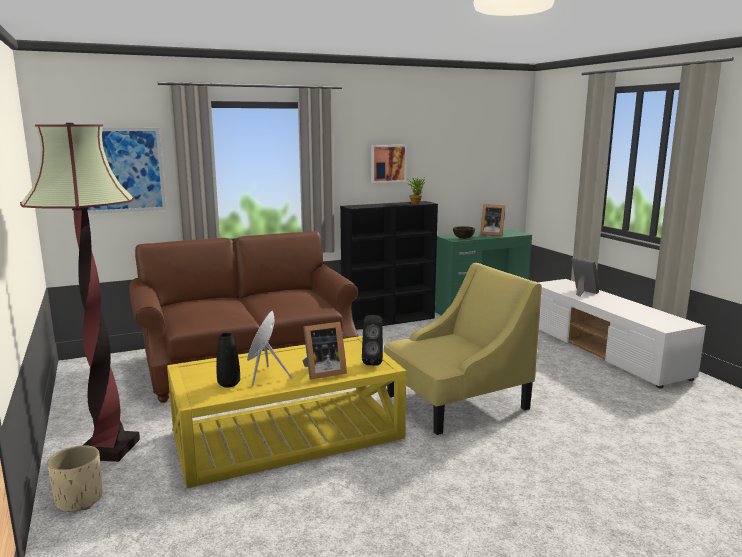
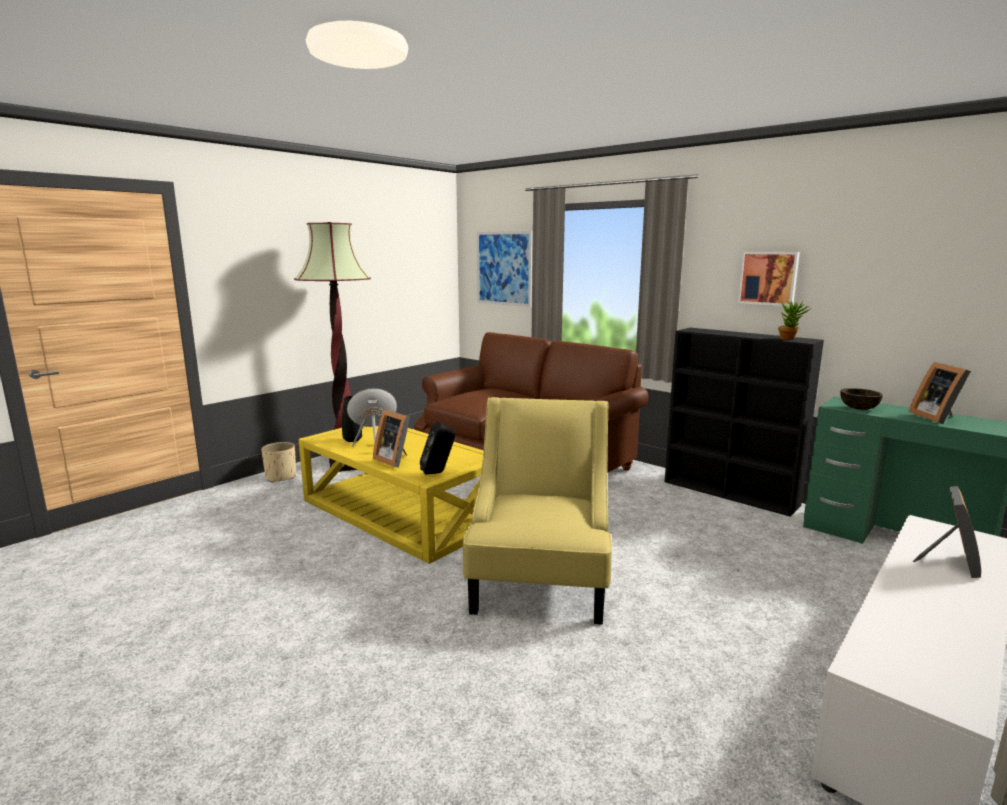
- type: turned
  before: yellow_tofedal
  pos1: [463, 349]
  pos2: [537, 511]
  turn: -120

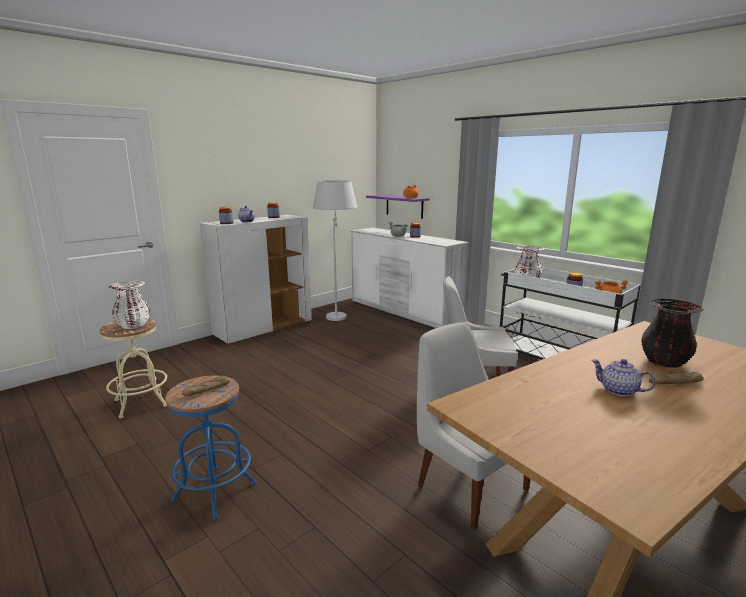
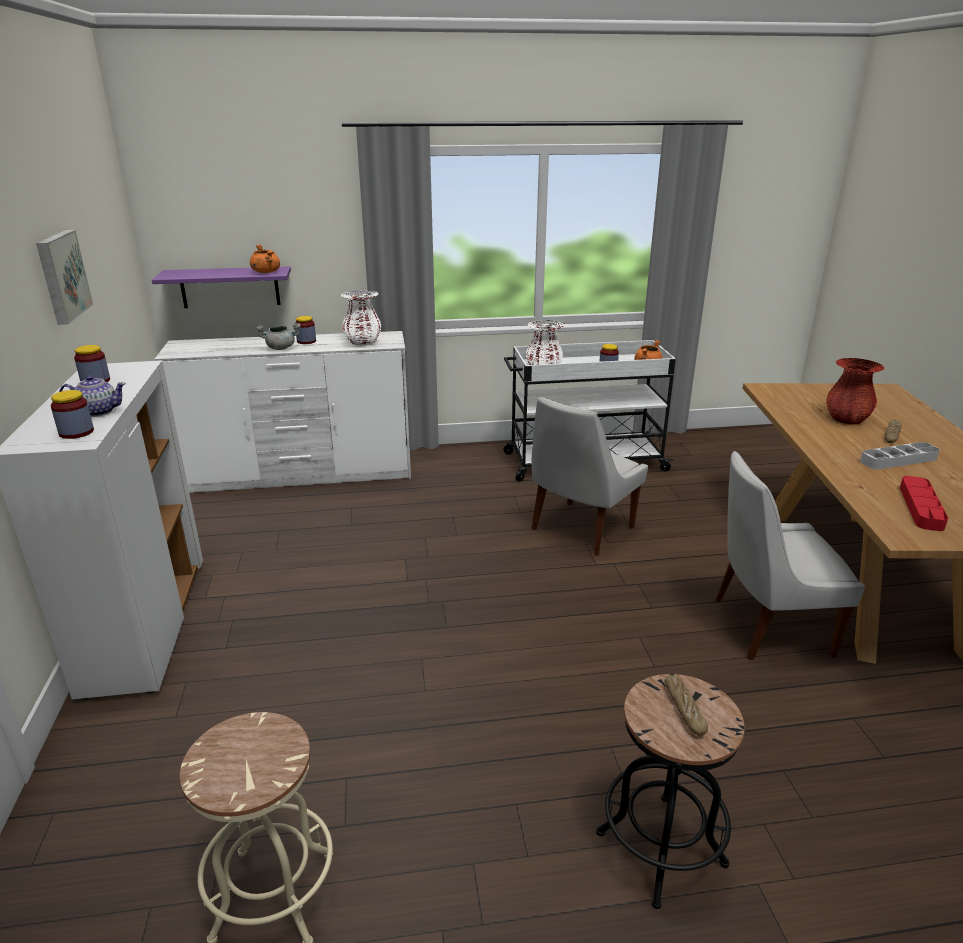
- type: removed
  before: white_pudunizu
  pos1: [335, 250]
- type: moved
  before: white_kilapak
  pos1: [129, 305]
  pos2: [361, 318]
- type: recoloured
  before: black_kilapak
  after: red_kilapak
  pos1: [672, 333]
  pos2: [855, 391]
- type: replaced
  before: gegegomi
  after: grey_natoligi
  pos1: [623, 377]
  pos2: [900, 456]
- type: recoloured
  before: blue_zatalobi
  after: black_zatalobi
  pos1: [211, 448]
  pos2: [670, 791]
- type: added
  after: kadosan
  pos2: [64, 277]
- type: added
  after: red_natoligi
  pos2: [924, 503]

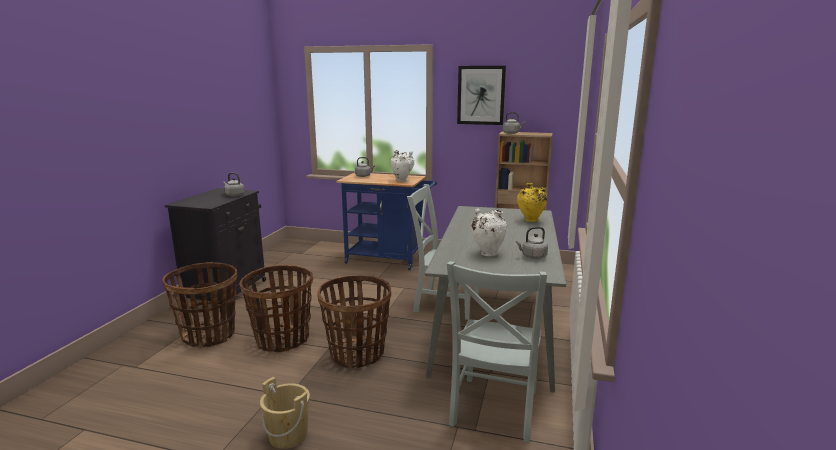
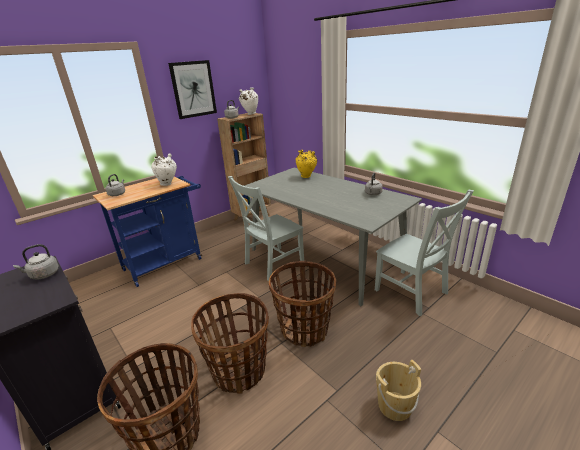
- type: moved
  before: white_kilapak
  pos1: [489, 232]
  pos2: [248, 101]

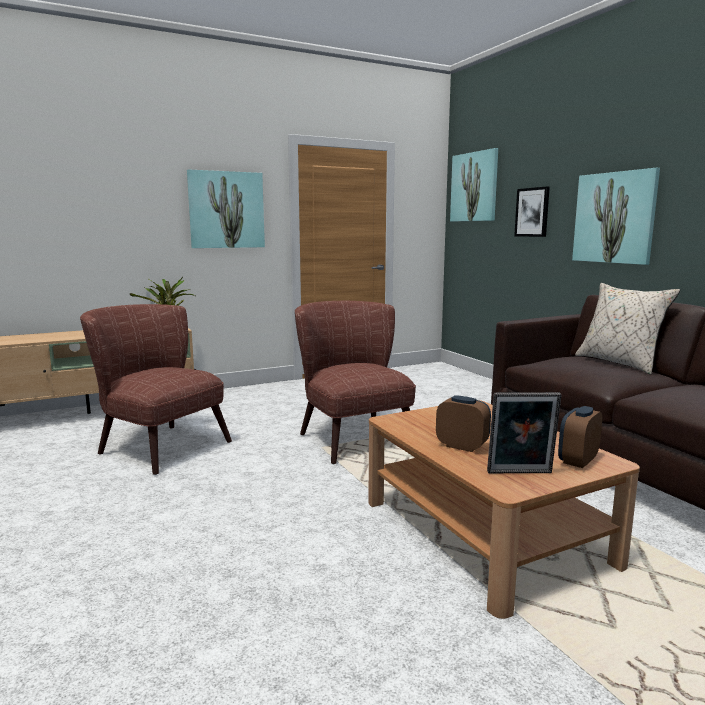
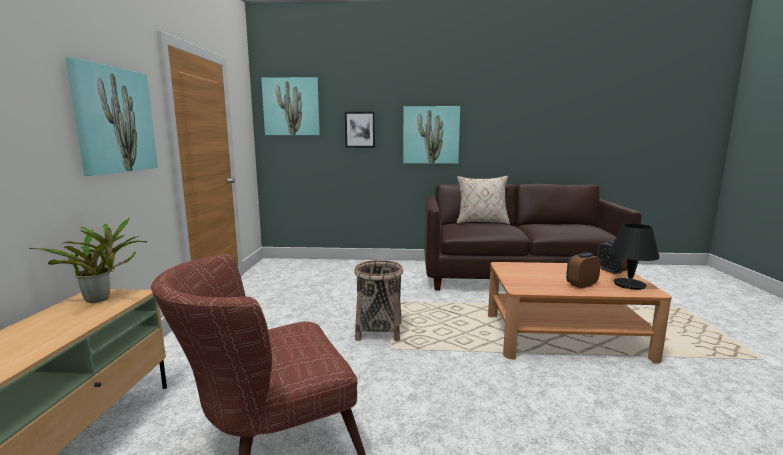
- type: replaced
  before: brown_tofedal
  after: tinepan
  pos1: [355, 382]
  pos2: [378, 300]
- type: replaced
  before: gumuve
  after: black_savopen
  pos1: [524, 432]
  pos2: [634, 256]

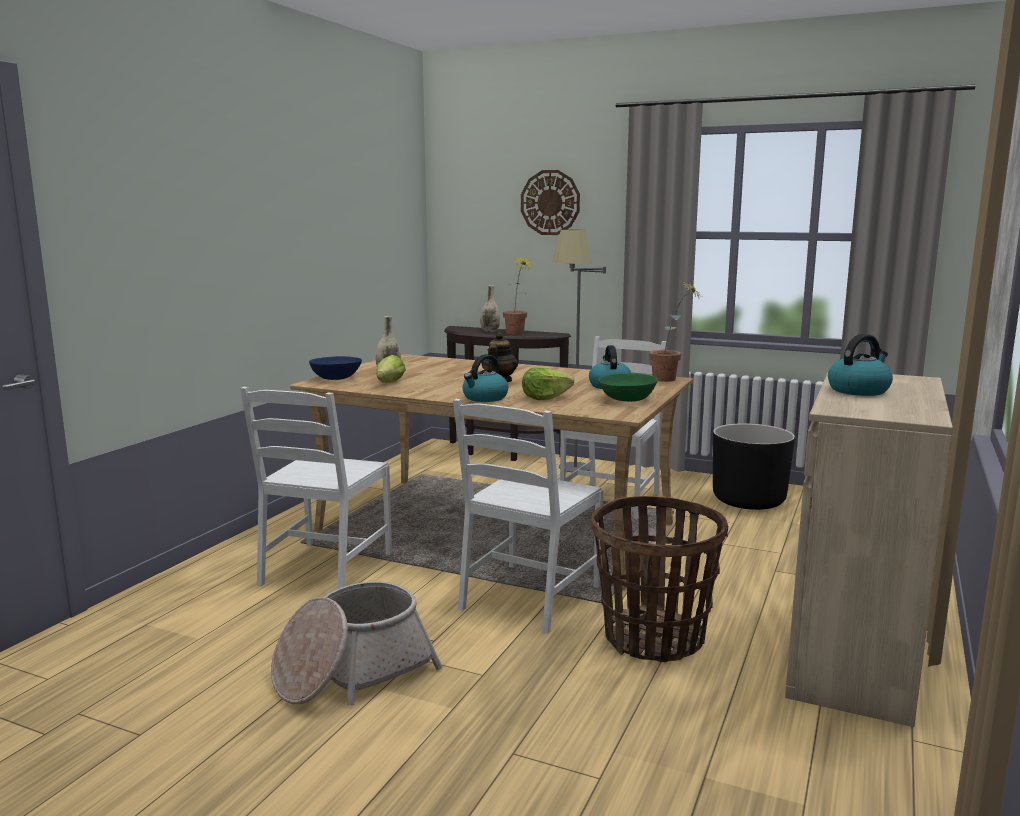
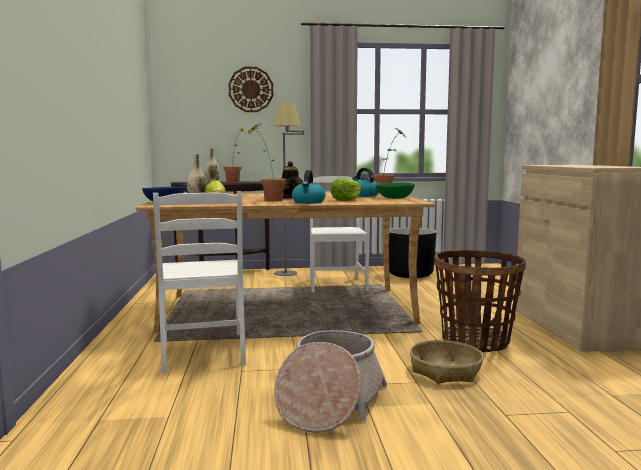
- type: removed
  before: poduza
  pos1: [860, 365]
- type: removed
  before: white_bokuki
  pos1: [528, 516]
- type: added
  after: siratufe
  pos2: [266, 161]
- type: added
  after: tinepan
  pos2: [447, 362]

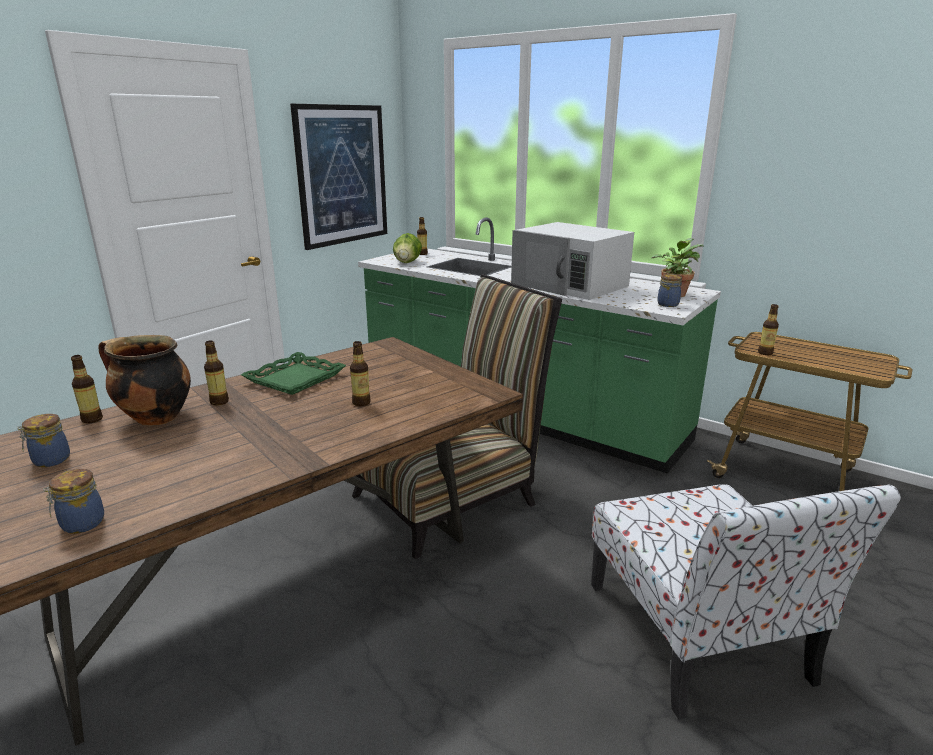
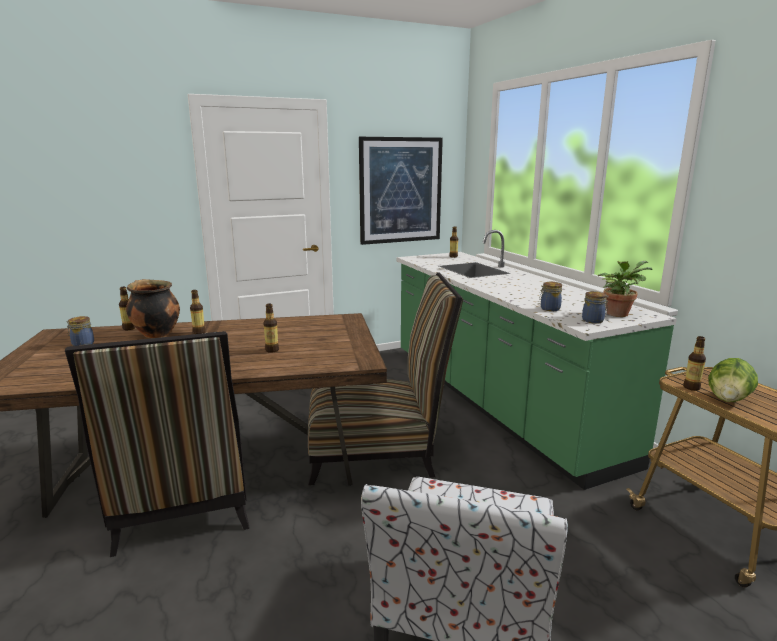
- type: removed
  before: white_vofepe
  pos1: [572, 261]
- type: moved
  before: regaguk
  pos1: [407, 248]
  pos2: [733, 380]
- type: removed
  before: green_natoligi
  pos1: [293, 373]
- type: moved
  before: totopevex
  pos1: [73, 501]
  pos2: [550, 296]
- type: added
  after: bokuki
  pos2: [157, 444]

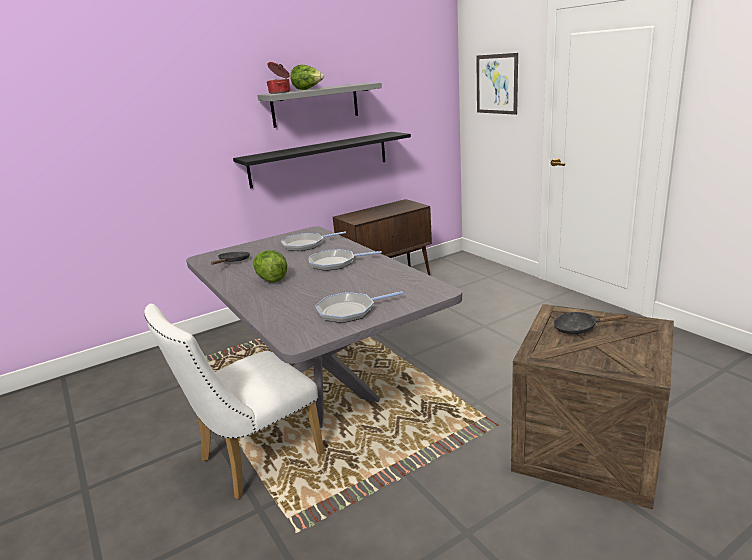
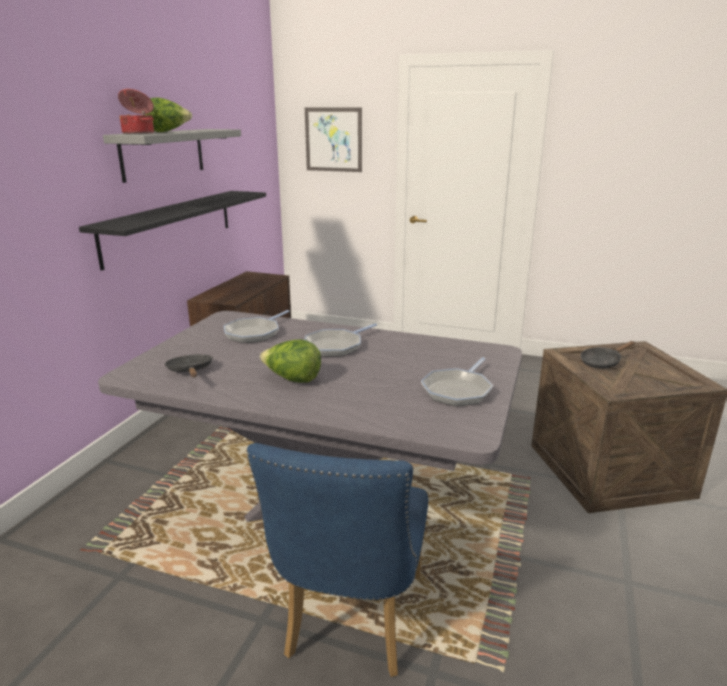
- type: recoloured
  before: white_bokuki
  after: blue_bokuki
  pos1: [234, 401]
  pos2: [337, 560]

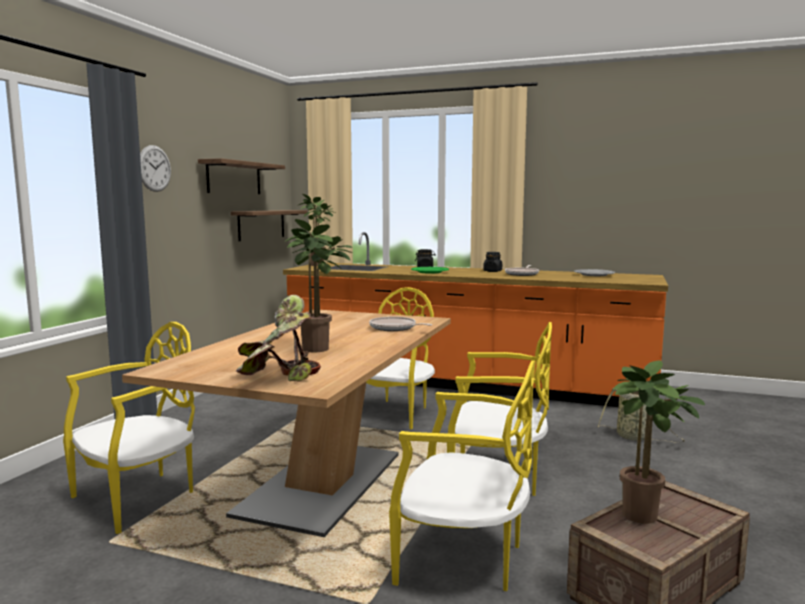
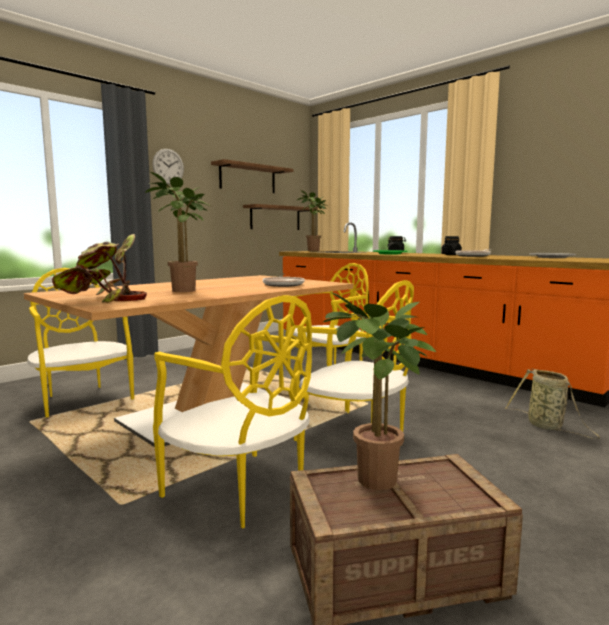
- type: turned
  before: yellow_bokuki
  pos1: [129, 428]
  pos2: [80, 343]
  turn: -105

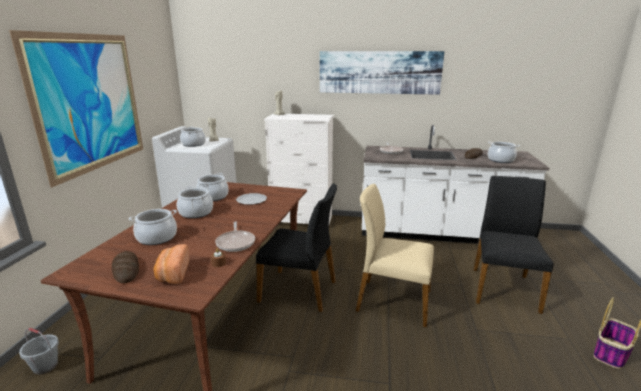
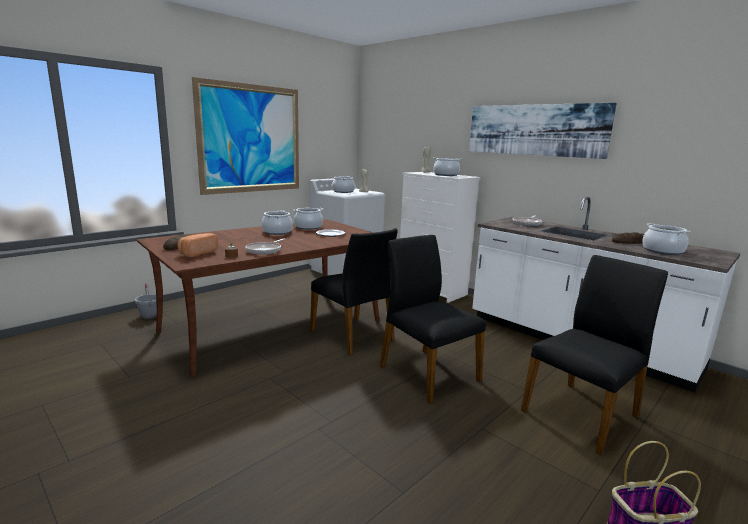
- type: recoloured
  before: beige_bokuki
  after: black_bokuki
  pos1: [395, 255]
  pos2: [433, 319]
- type: moved
  before: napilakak
  pos1: [153, 227]
  pos2: [447, 166]

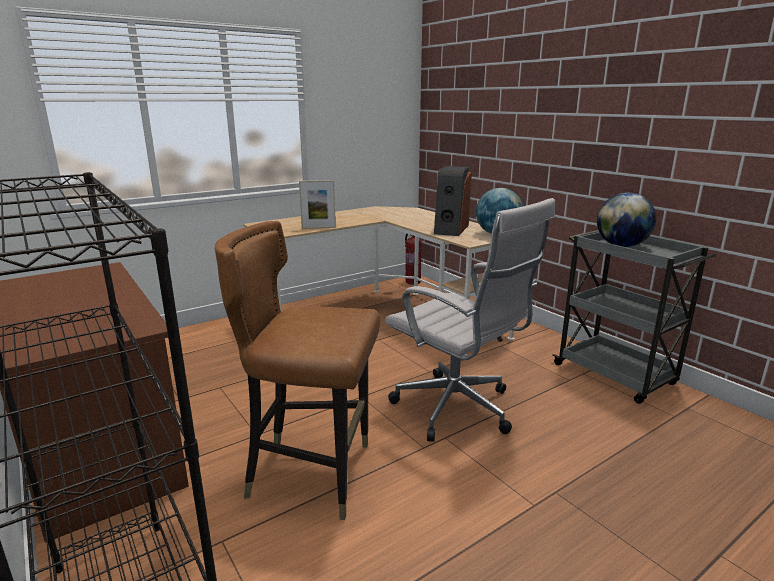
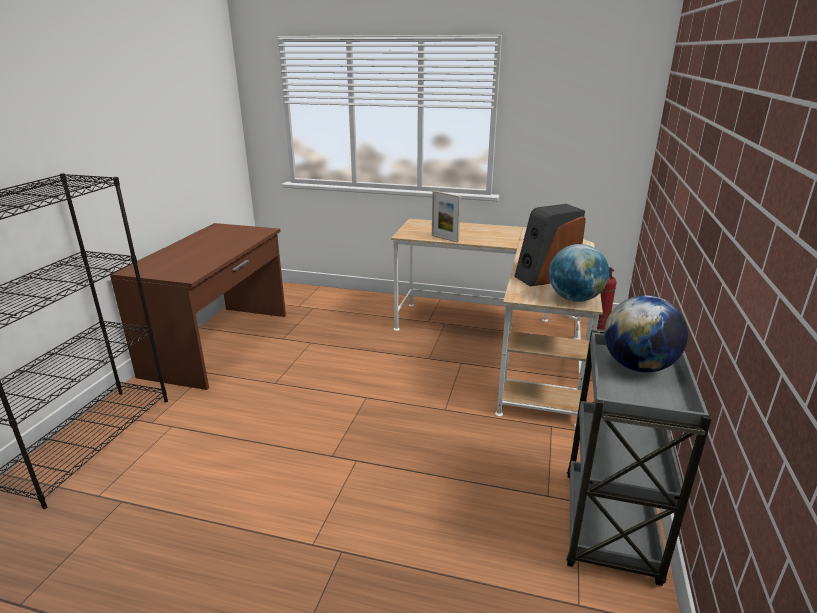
- type: removed
  before: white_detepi
  pos1: [470, 320]
- type: removed
  before: brown_bokuki
  pos1: [297, 370]

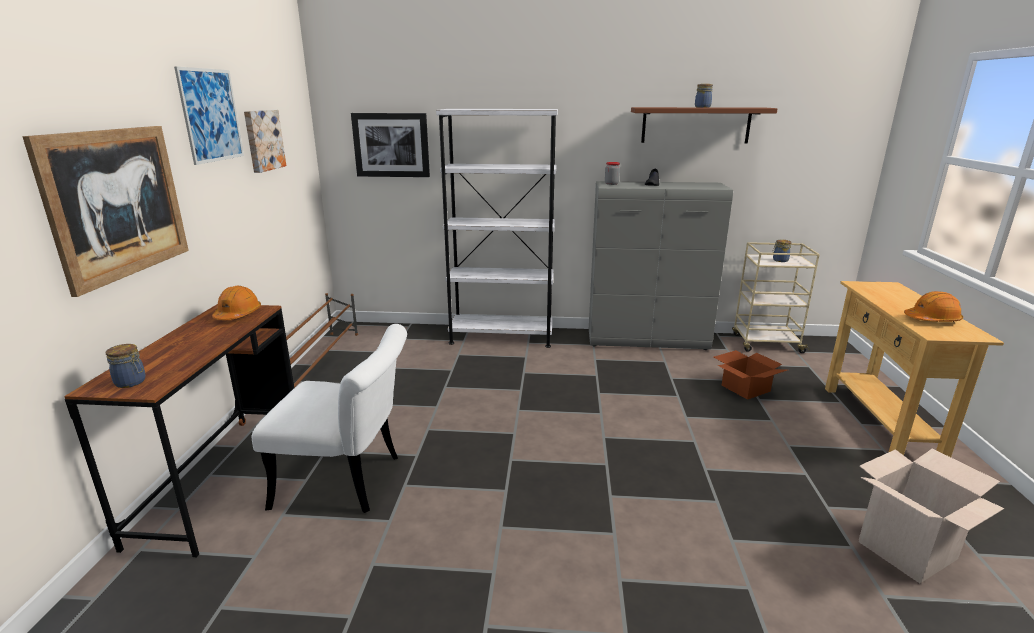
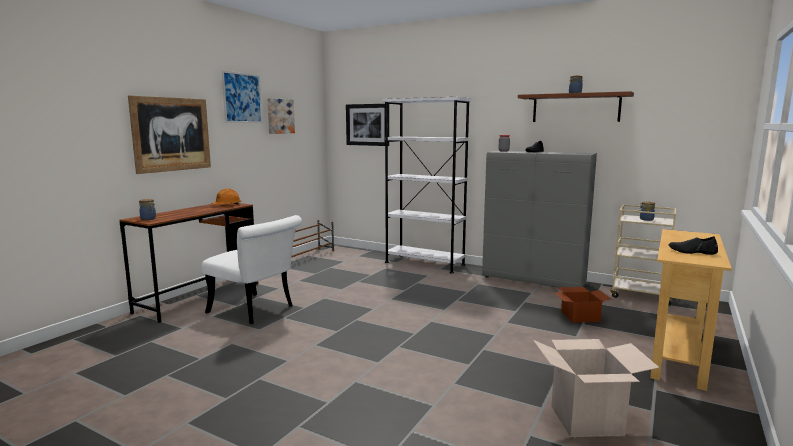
- type: replaced
  before: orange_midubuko
  after: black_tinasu
  pos1: [933, 306]
  pos2: [693, 245]

